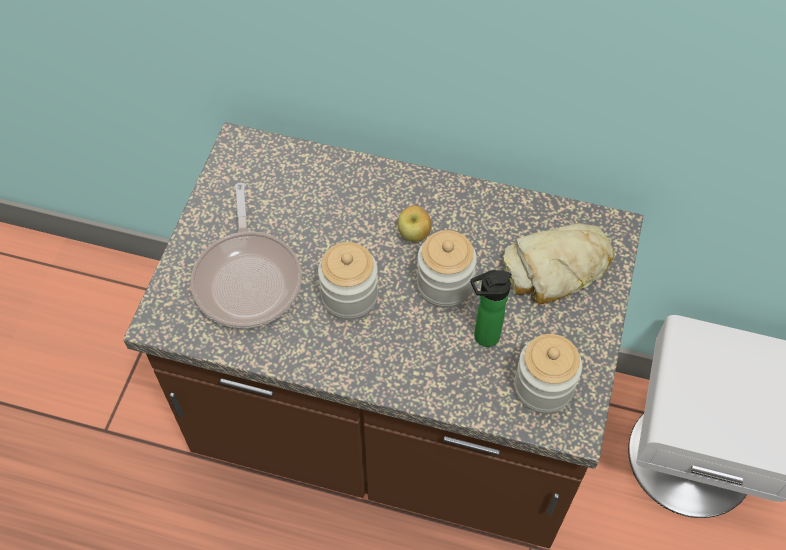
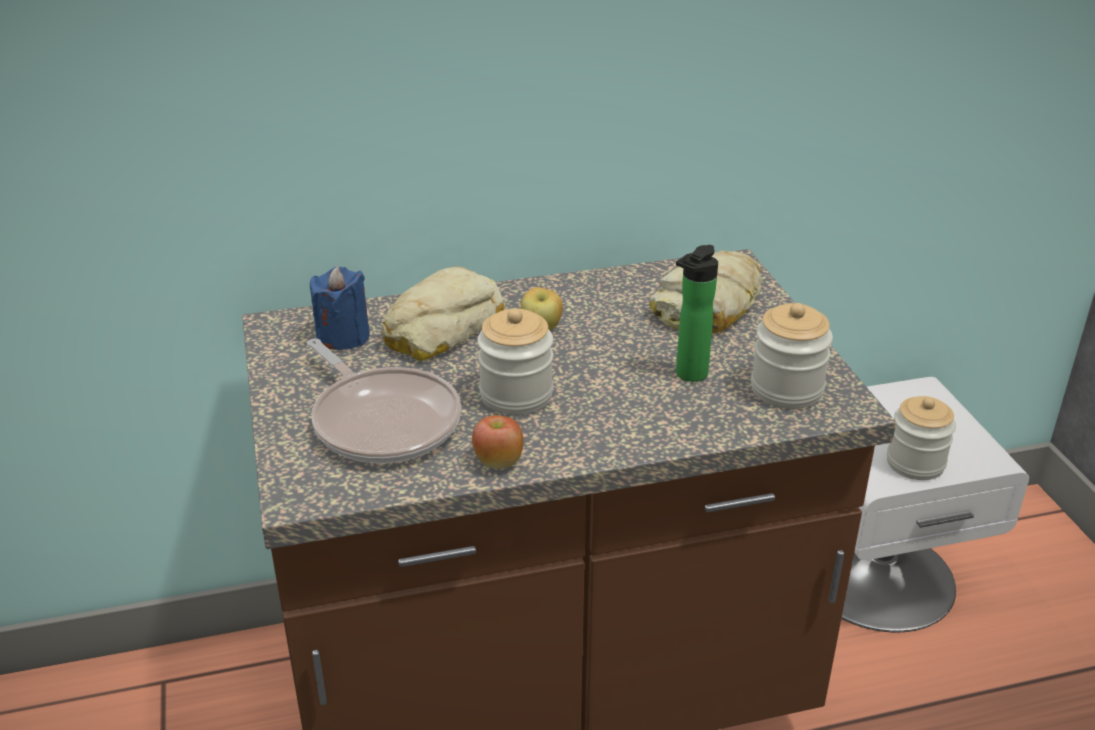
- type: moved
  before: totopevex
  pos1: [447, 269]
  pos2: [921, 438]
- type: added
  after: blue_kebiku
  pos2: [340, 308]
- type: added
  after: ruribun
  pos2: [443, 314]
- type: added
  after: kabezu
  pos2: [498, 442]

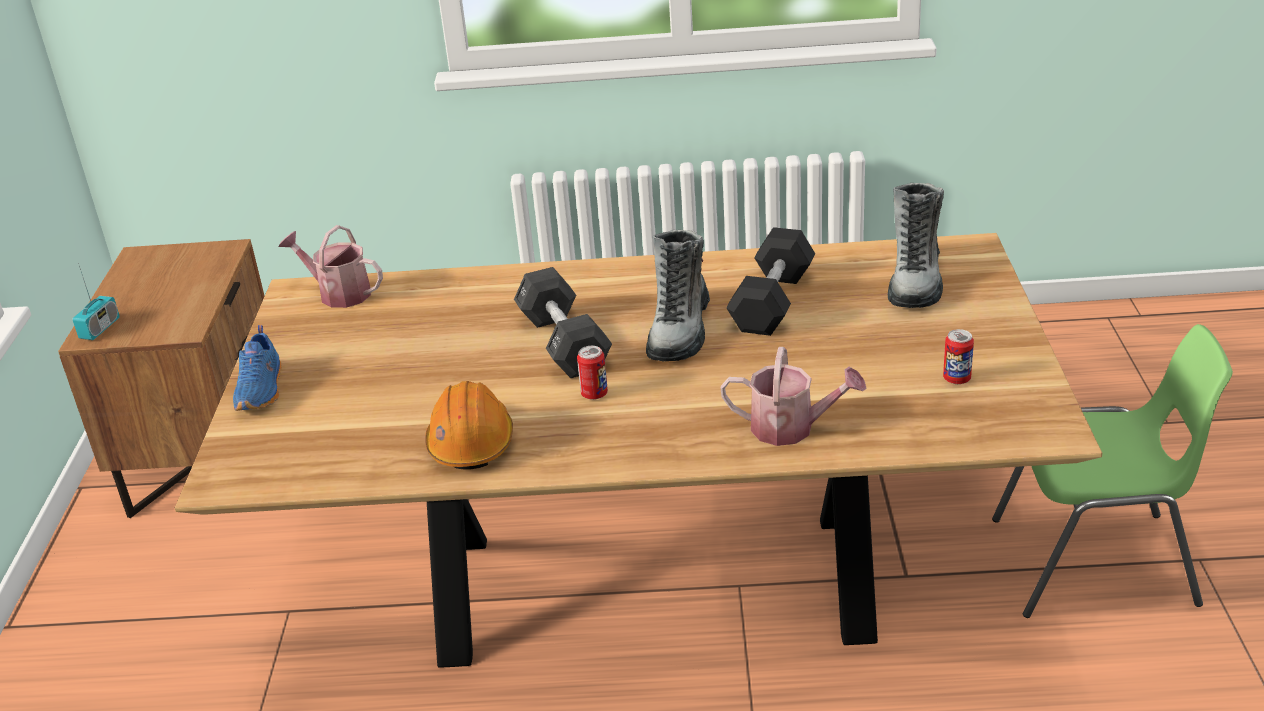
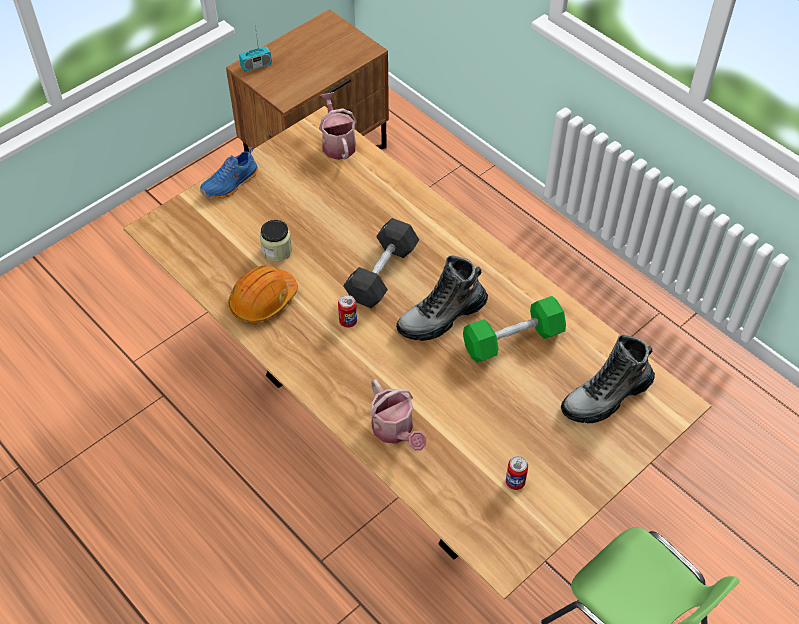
- type: recoloured
  before: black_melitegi
  after: green_melitegi
  pos1: [770, 281]
  pos2: [514, 329]
- type: added
  after: totopevex
  pos2: [276, 241]

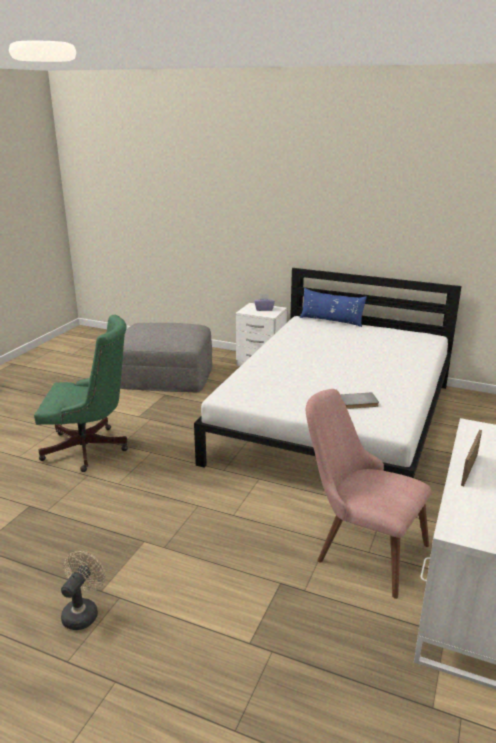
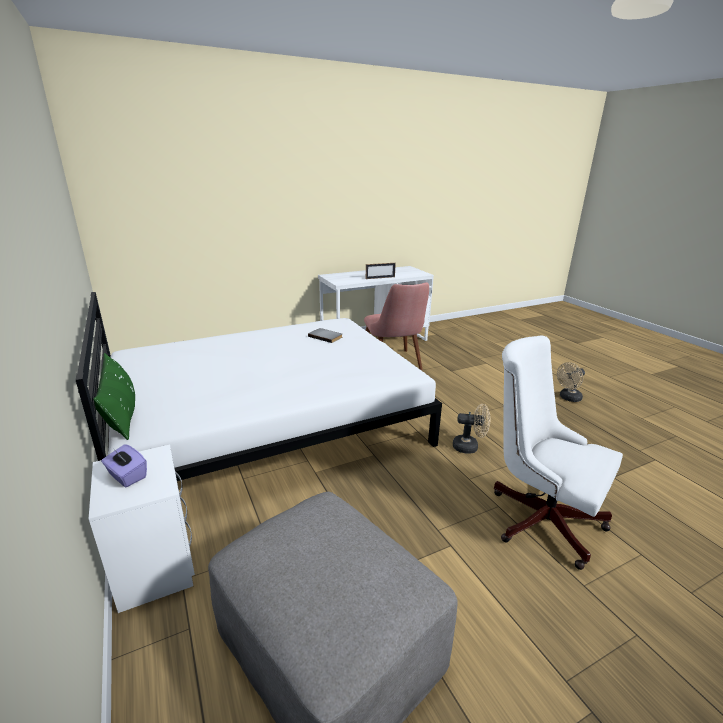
- type: recoloured
  before: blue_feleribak
  after: green_feleribak
  pos1: [333, 307]
  pos2: [114, 396]
- type: recoloured
  before: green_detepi
  after: white_detepi
  pos1: [81, 393]
  pos2: [558, 452]
- type: added
  after: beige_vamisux
  pos2: [472, 429]

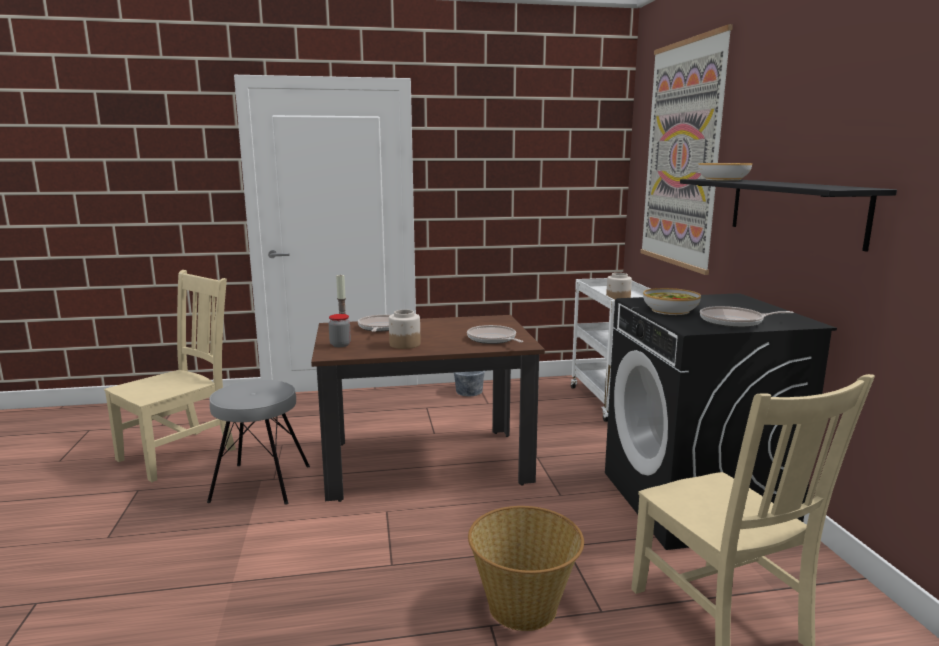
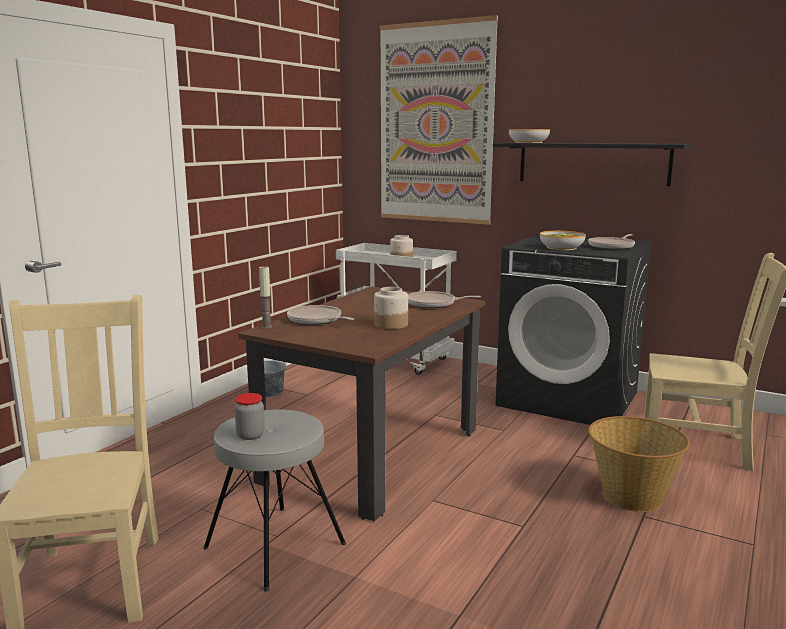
- type: moved
  before: totopevex
  pos1: [340, 330]
  pos2: [249, 416]

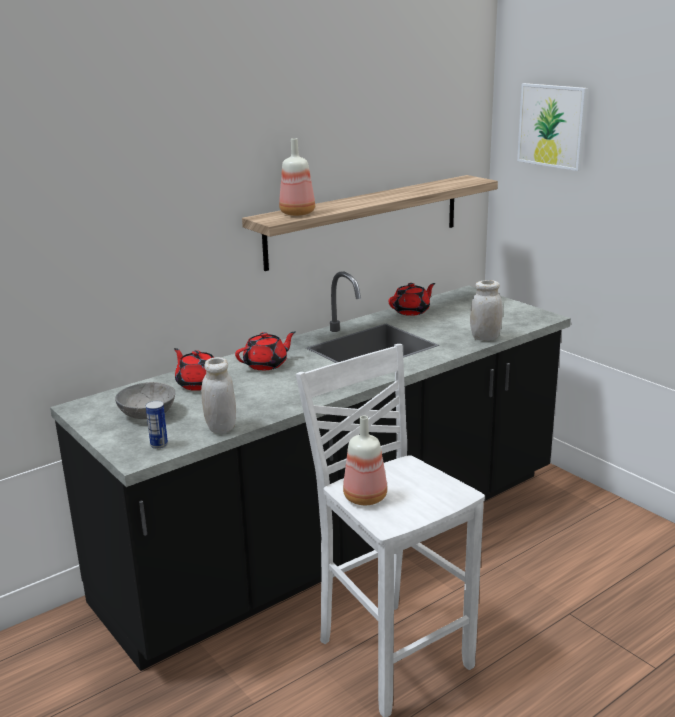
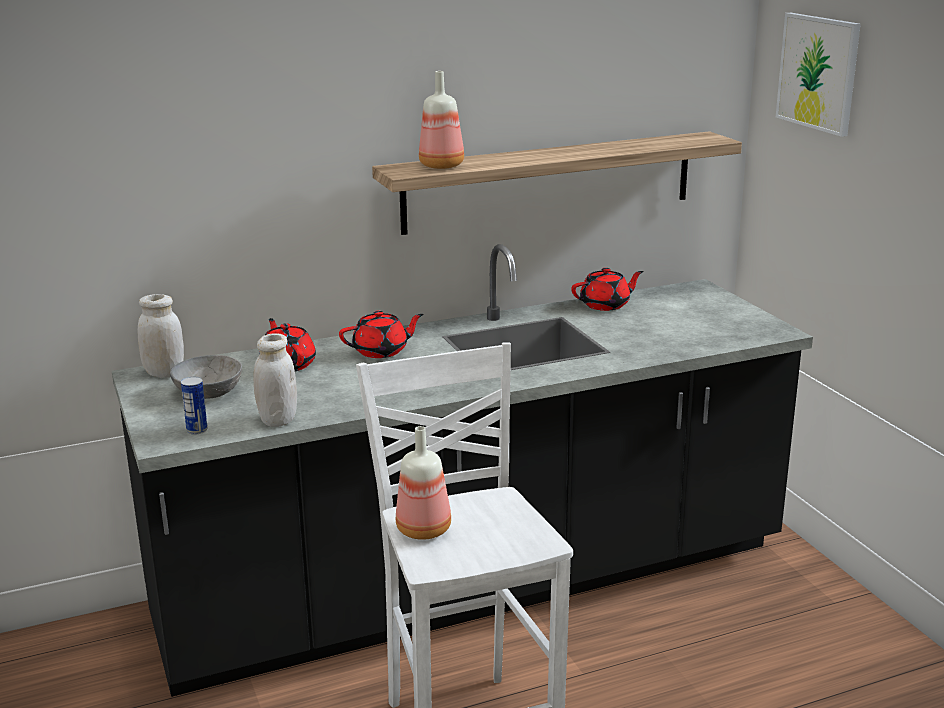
- type: moved
  before: white_totopevex
  pos1: [486, 310]
  pos2: [161, 336]

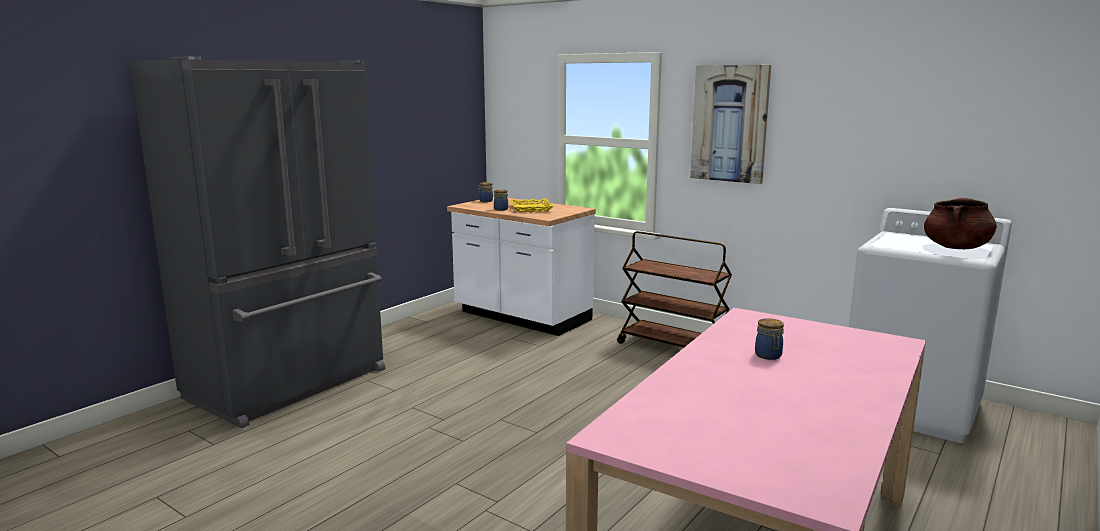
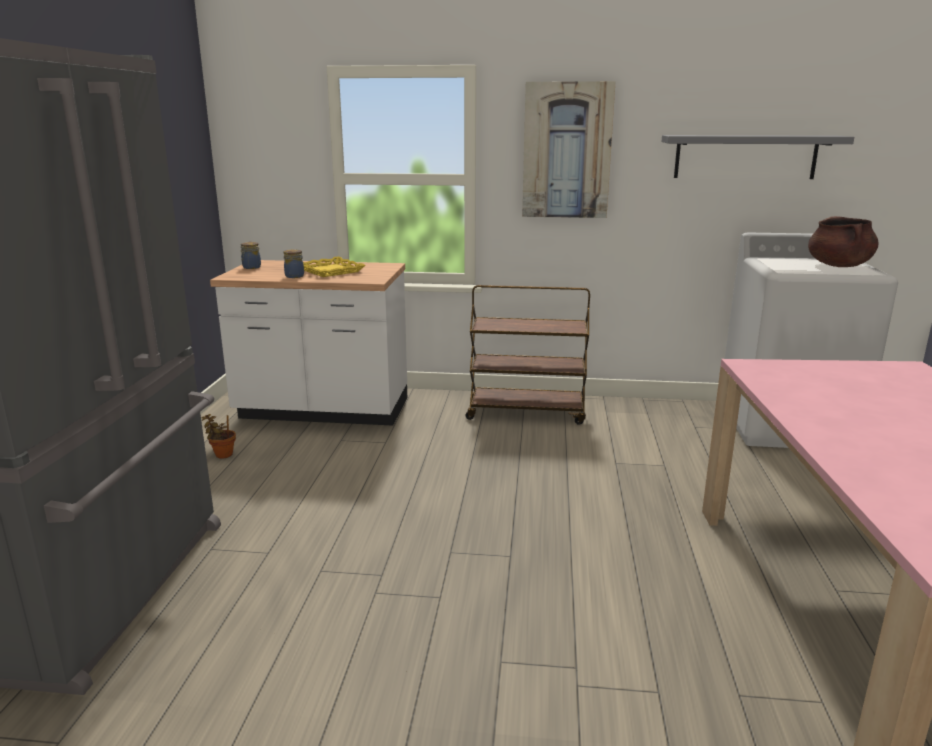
- type: removed
  before: totopevex
  pos1: [769, 339]
- type: added
  after: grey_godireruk
  pos2: [758, 157]
- type: added
  after: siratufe
  pos2: [218, 436]

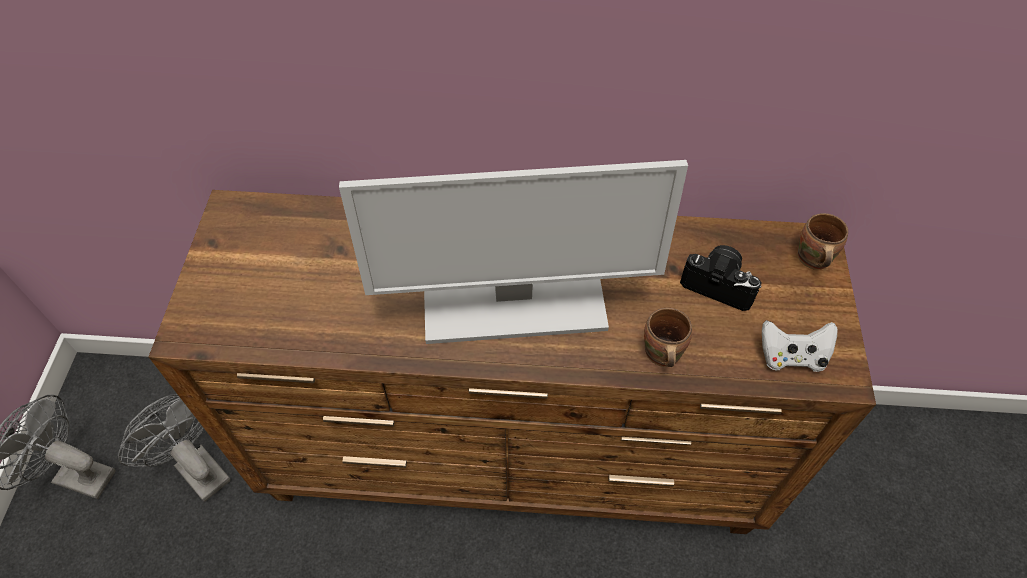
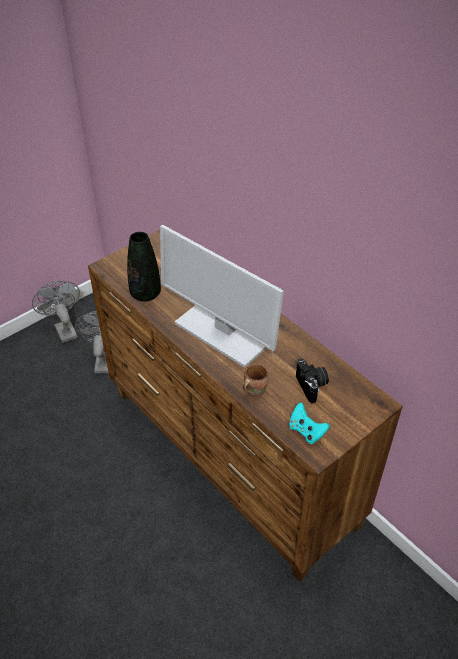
- type: removed
  before: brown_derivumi
  pos1: [823, 241]
- type: recoloured
  before: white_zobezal
  after: turquoise_zobezal
  pos1: [799, 346]
  pos2: [309, 423]
- type: added
  after: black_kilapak
  pos2: [144, 266]

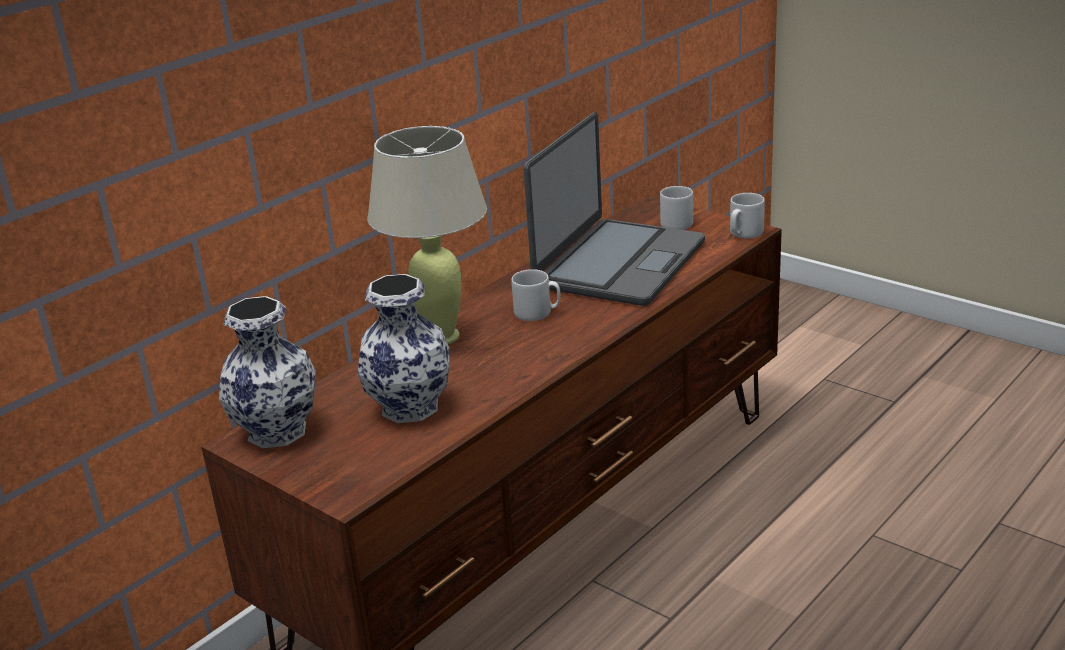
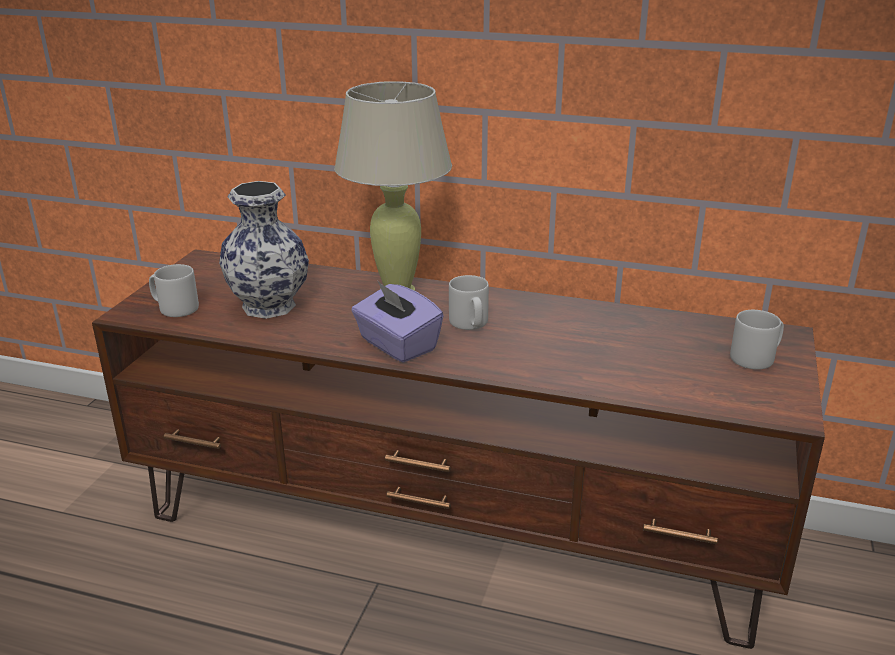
- type: removed
  before: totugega
  pos1: [614, 209]
- type: moved
  before: grey_derivumi
  pos1: [747, 215]
  pos2: [174, 290]
- type: removed
  before: kilapak
  pos1: [267, 372]
- type: added
  after: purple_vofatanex
  pos2: [397, 322]

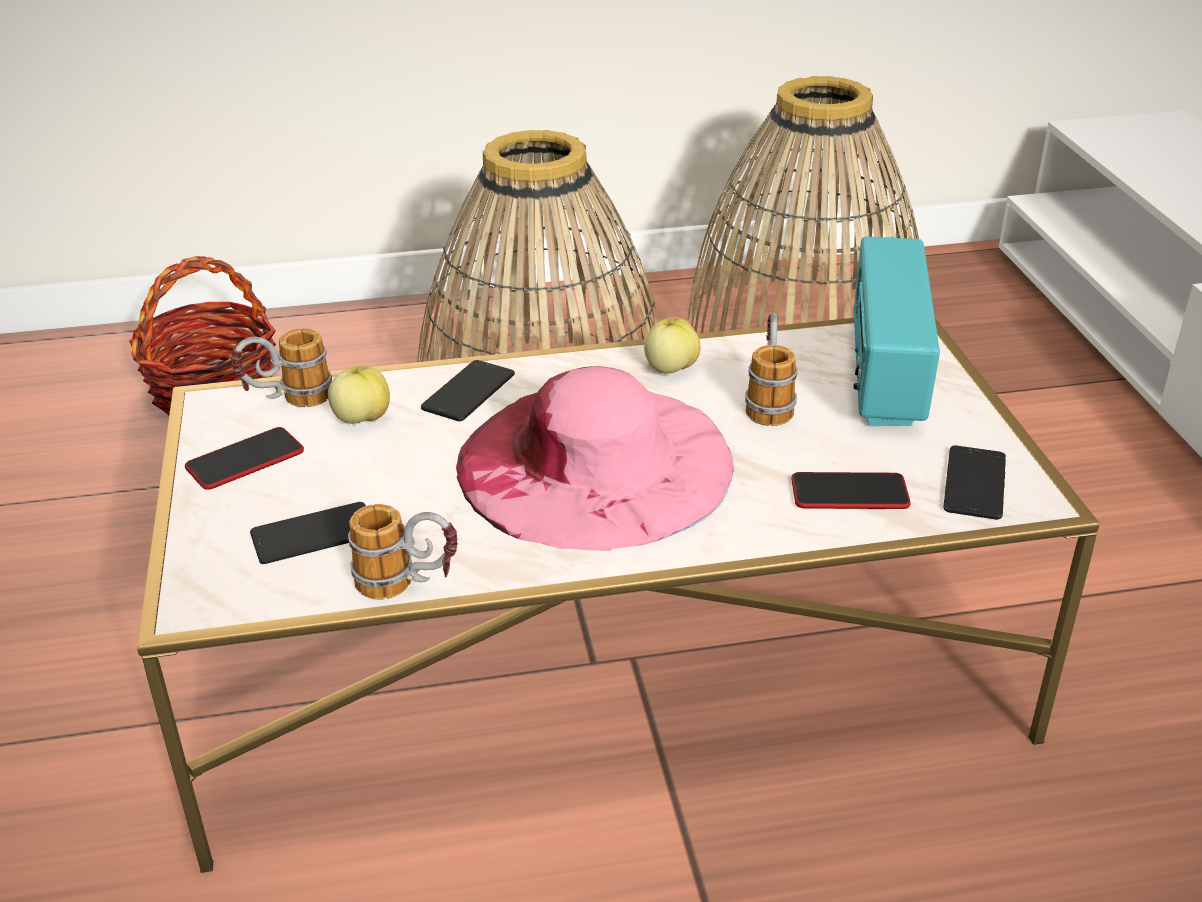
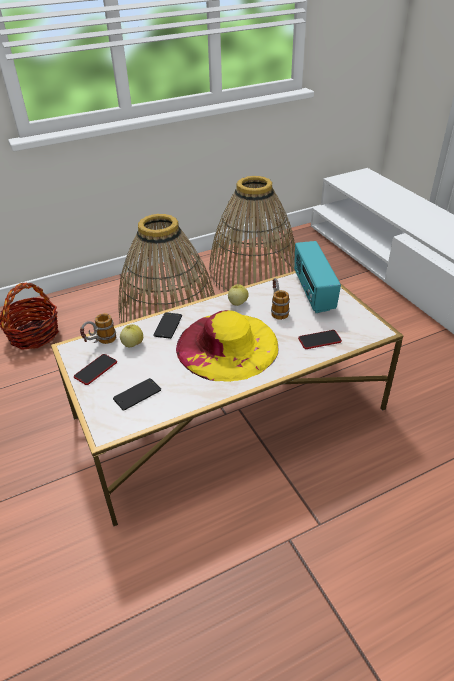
- type: recoloured
  before: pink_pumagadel
  after: yellow_pumagadel
  pos1: [595, 458]
  pos2: [227, 346]
- type: removed
  before: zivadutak
  pos1: [974, 482]
- type: removed
  before: derivumi
  pos1: [403, 551]

